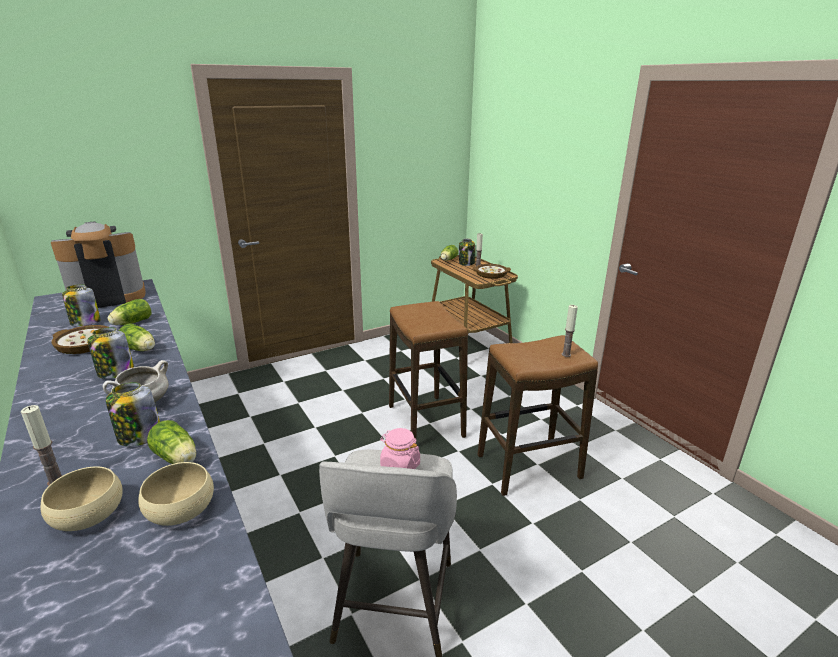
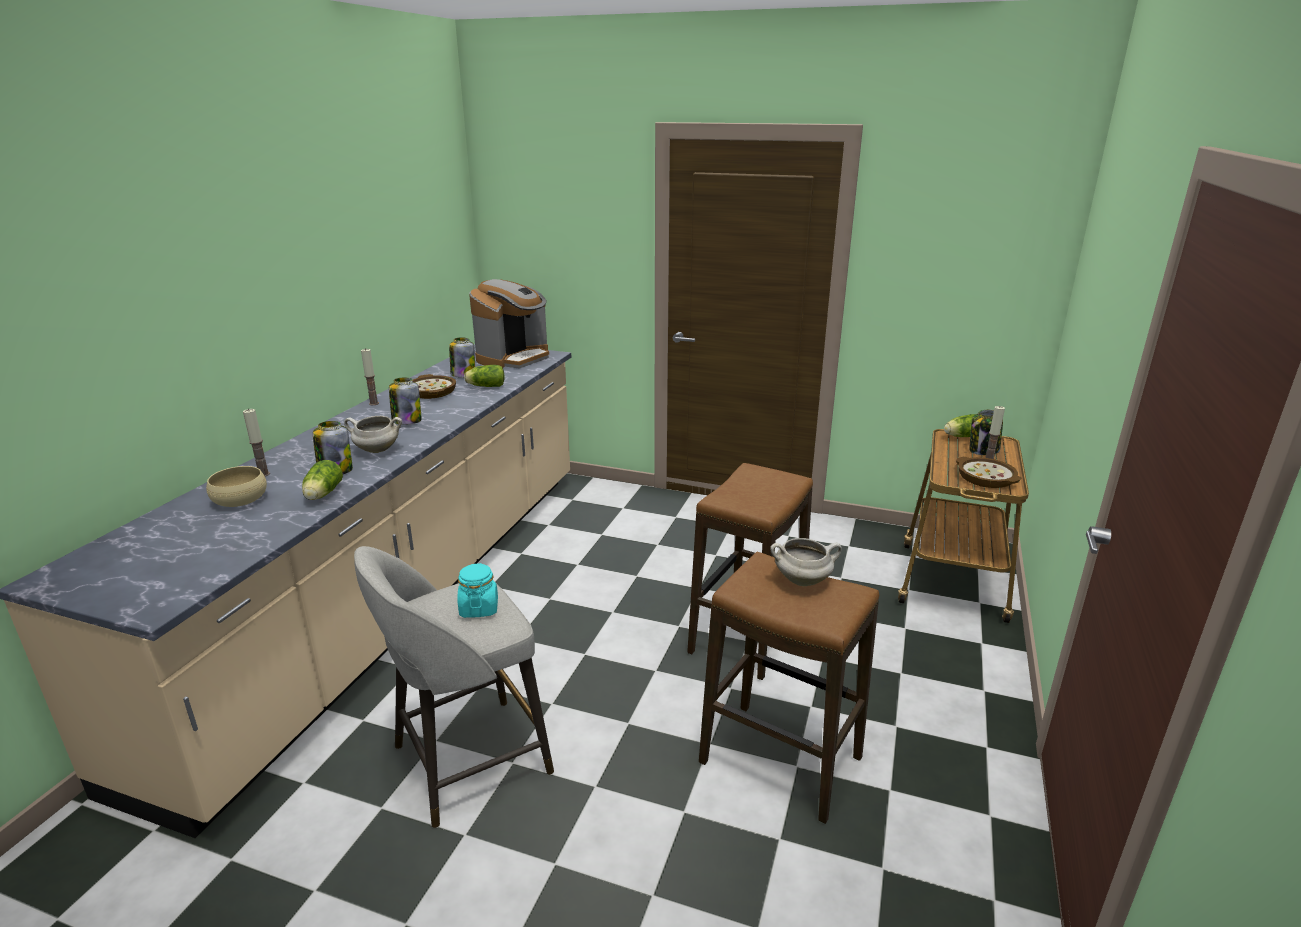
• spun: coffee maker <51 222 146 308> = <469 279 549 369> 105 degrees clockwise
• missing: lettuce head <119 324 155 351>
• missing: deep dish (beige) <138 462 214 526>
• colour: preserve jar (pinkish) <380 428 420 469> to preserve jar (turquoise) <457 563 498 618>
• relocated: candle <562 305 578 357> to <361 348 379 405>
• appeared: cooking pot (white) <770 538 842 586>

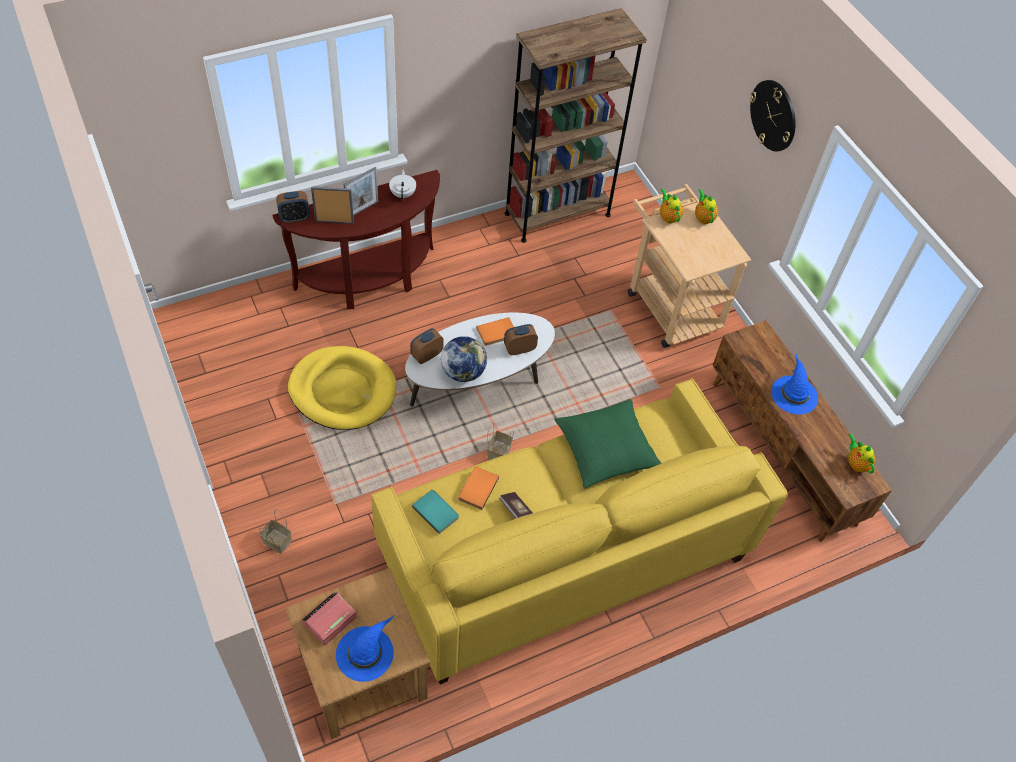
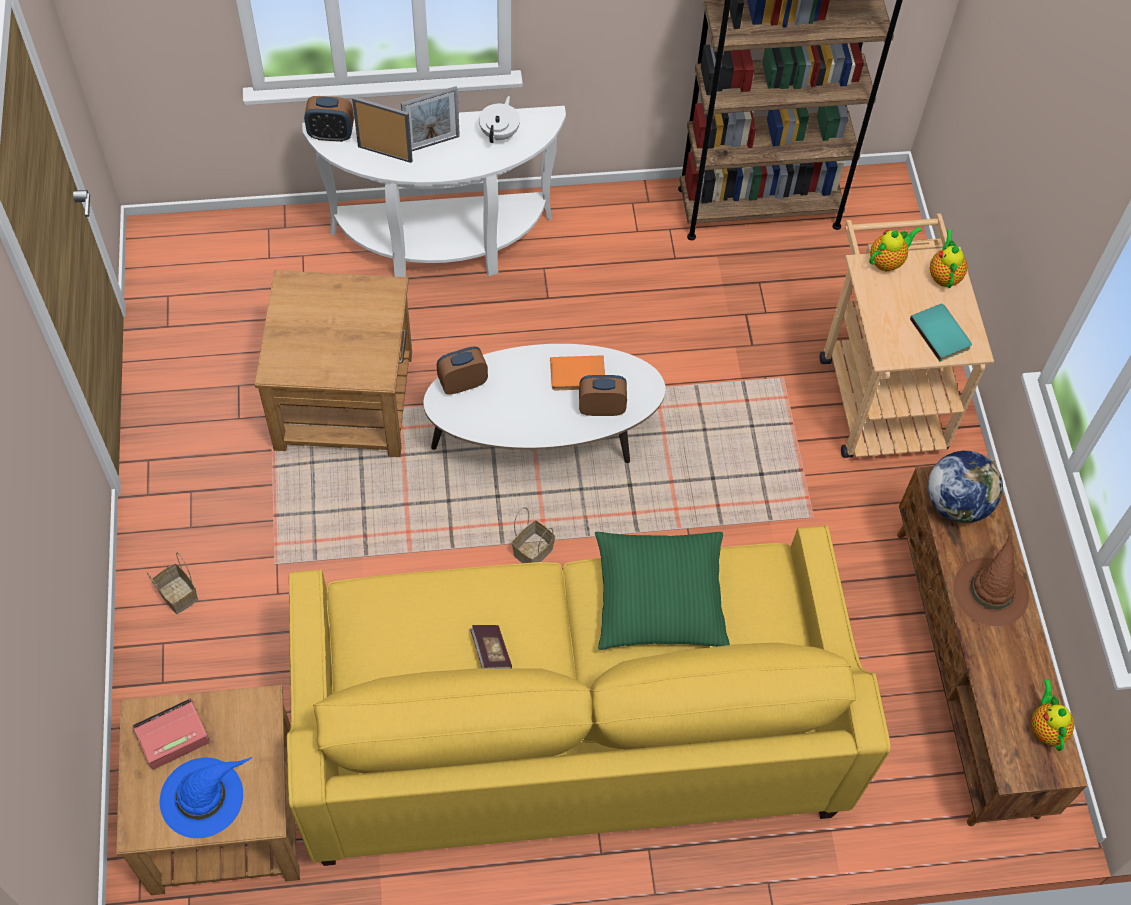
• colour: hall table (brownish) <272 170 440 309> to hall table (white) <302 106 566 277>
• exchanged: dog cushion (yellowish) <288 346 396 430> to accent table (brownish) <255 270 412 457>
• relocated: bound book (turquoise) <412 490 459 534> to <910 304 972 362>
• relocated: world globe <441 336 487 382> to <928 451 1003 523>
• missing: bound book (orange) <458 466 499 510>
• spun: pot for tea <660 189 683 223> = <869 226 922 271> 60 degrees clockwise
• missing: wall clock <750 80 796 152>
• colour: clothing hat (bluish) <771 354 818 414> to clothing hat (brownish) <953 530 1029 626>

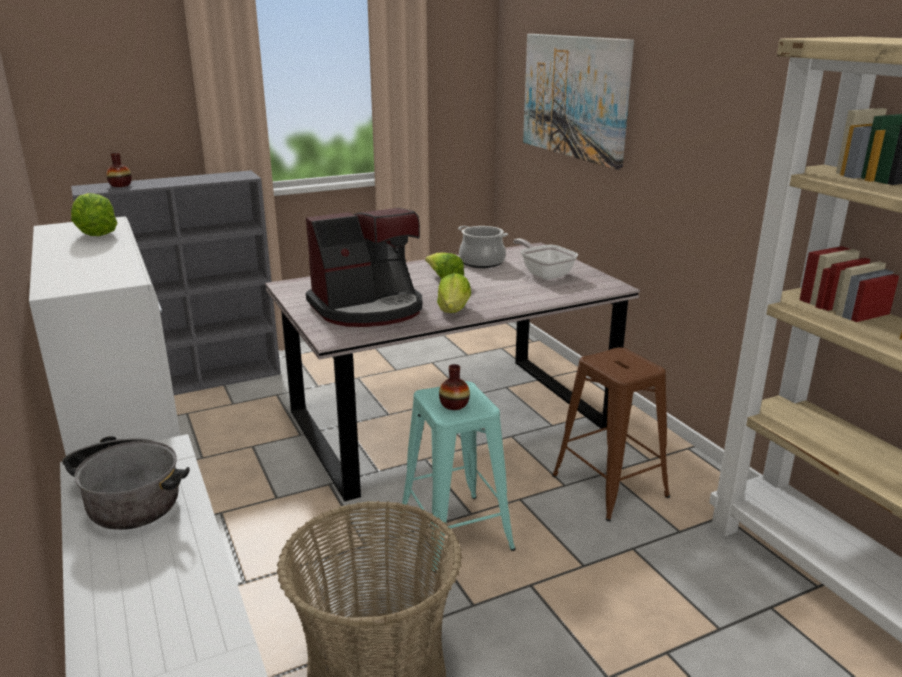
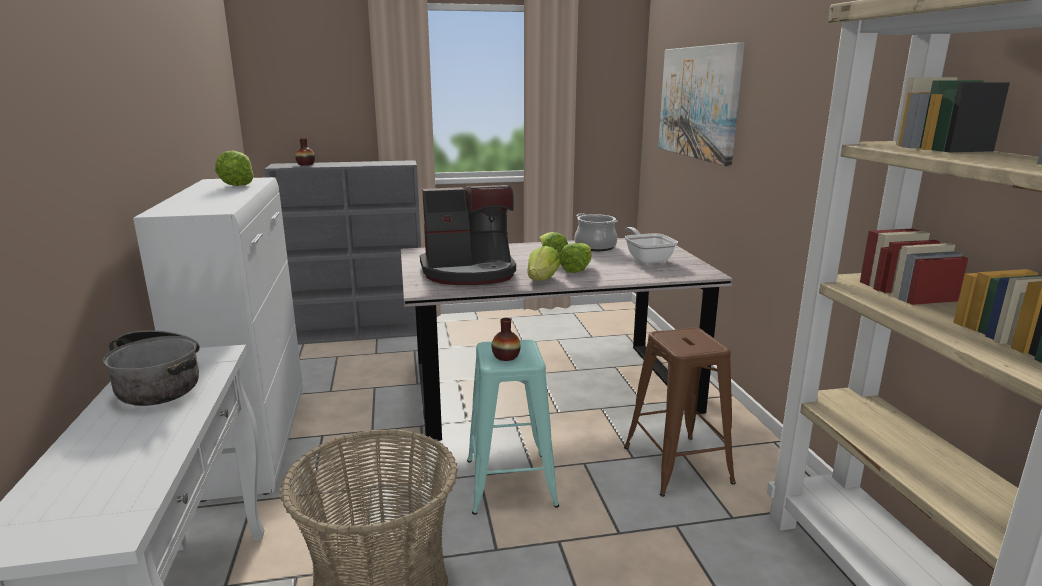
• appeared: lettuce head <559 243 591 273>

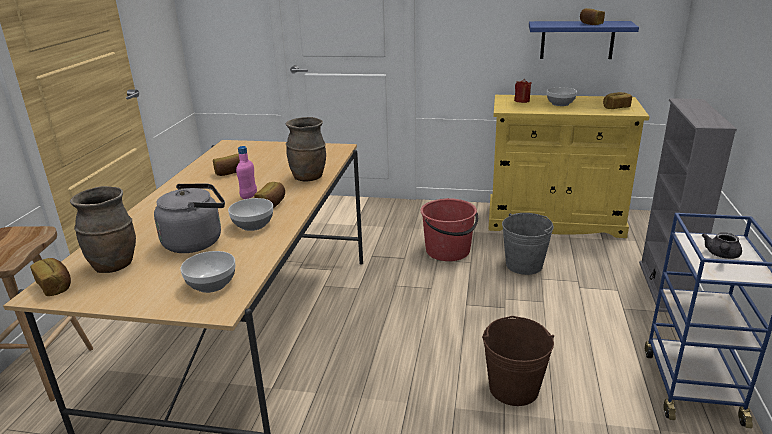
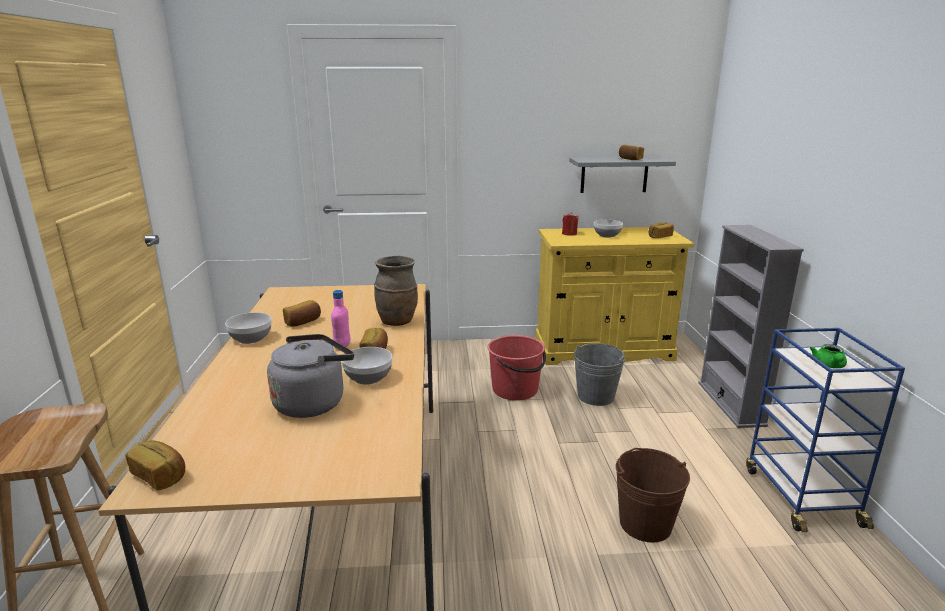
• missing: decorative vase (brownish) <70 186 136 273>
• relocated: deep dish <180 251 236 293> to <225 312 272 344>
• colour: shelf (bluish) <529 21 639 59> to shelf (greyish) <569 157 676 193>
• colour: pot for tea (greyish) <702 232 742 259> to pot for tea (green) <810 344 847 368>

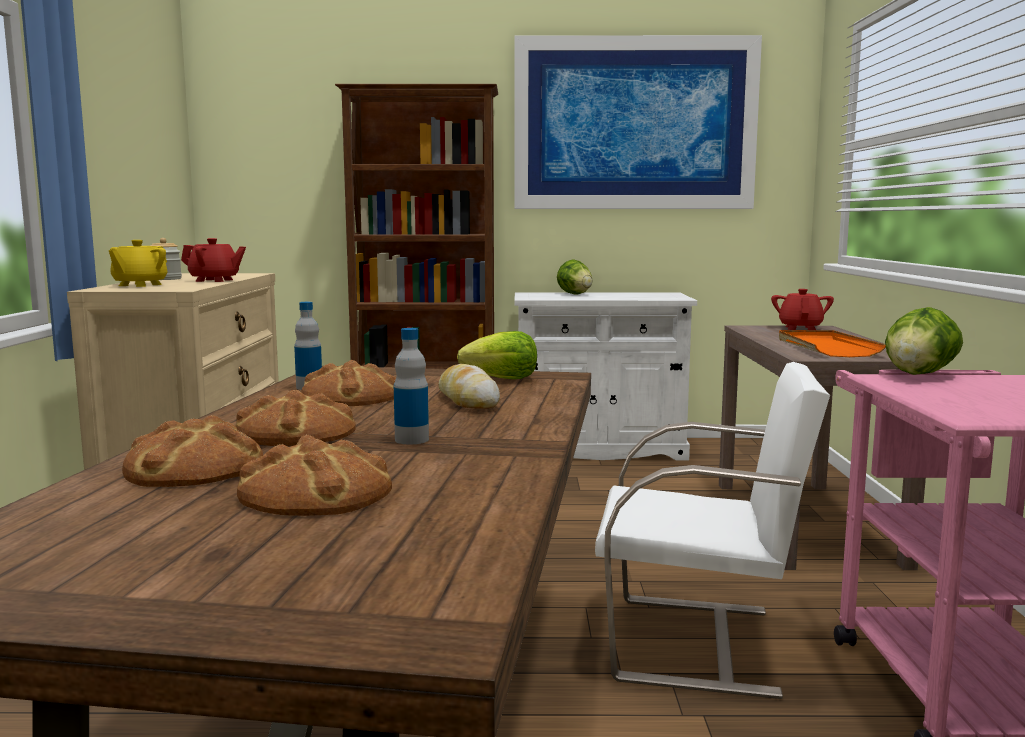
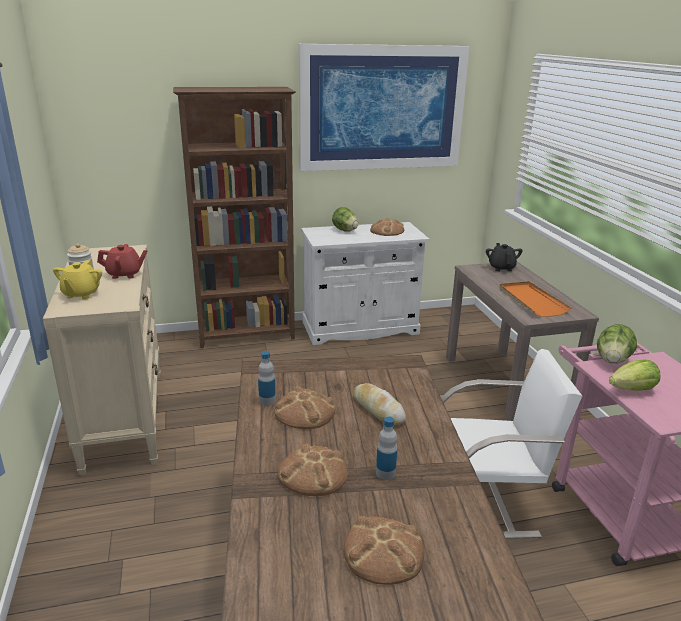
• relocated: bread <122 415 263 487> to <370 217 404 236>
• relocated: lettuce head <457 331 537 379> to <609 360 661 391>
• colour: pot for tea (red) <771 289 834 330> to pot for tea (blackish) <486 243 522 271>

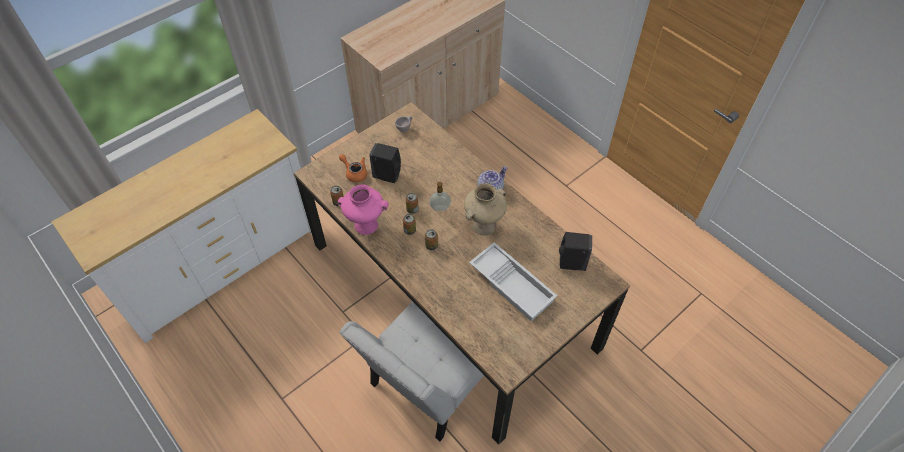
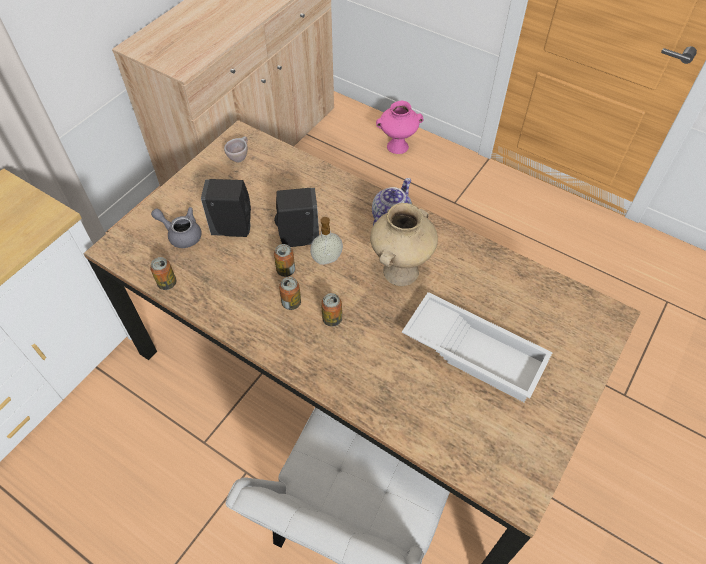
• relocated: decorative vase (pinkish) <337 185 388 235> to <376 100 423 154>
• colour: pot for tea (orange) <339 154 367 182> to pot for tea (greyish) <151 207 202 248>
• relocated: liquid soap bottle (blackish) <559 232 592 271> to <274 188 319 247>

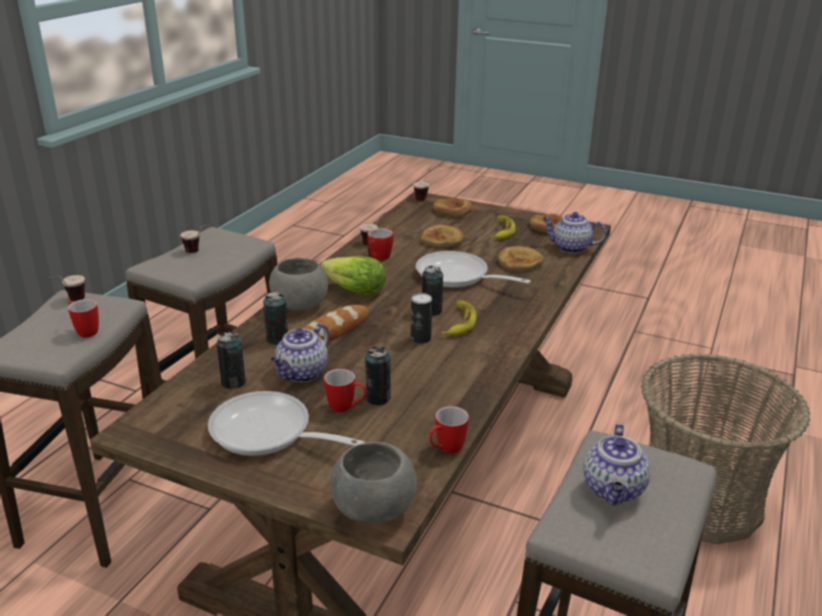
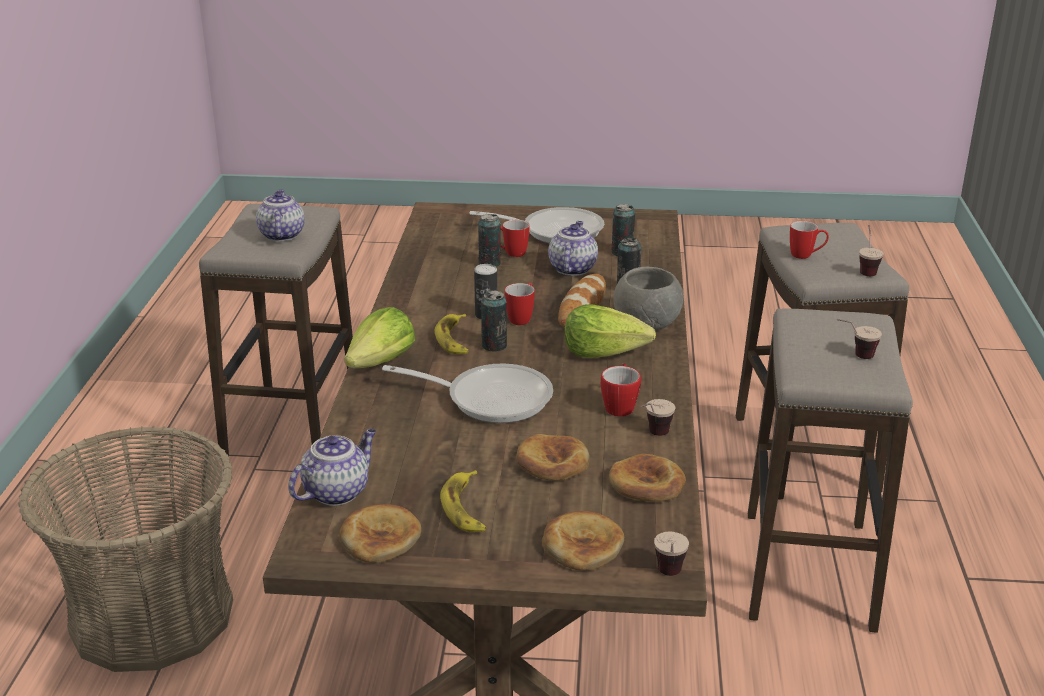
• missing: deep dish (greyish) <330 442 417 524>
• relocated: tea mug <429 406 469 454> to <505 283 535 325>
• relocated: bread <497 246 544 272> to <609 454 686 502>
• spun: pot for tea <542 212 607 253> = <288 429 376 506> 45 degrees counterclockwise
• appeared: lettuce head <344 307 415 368>

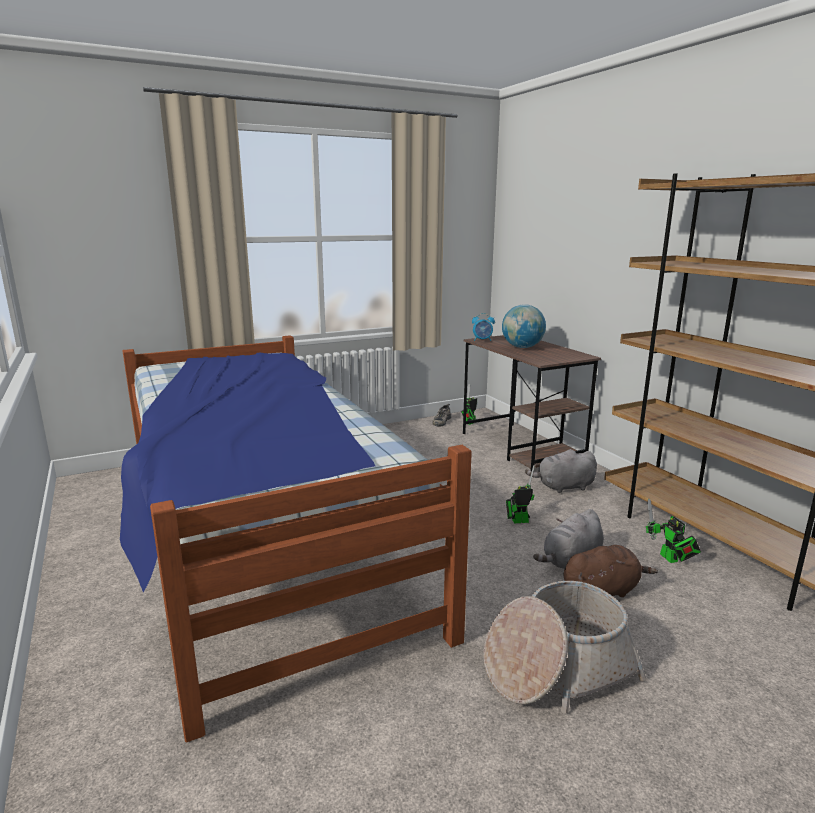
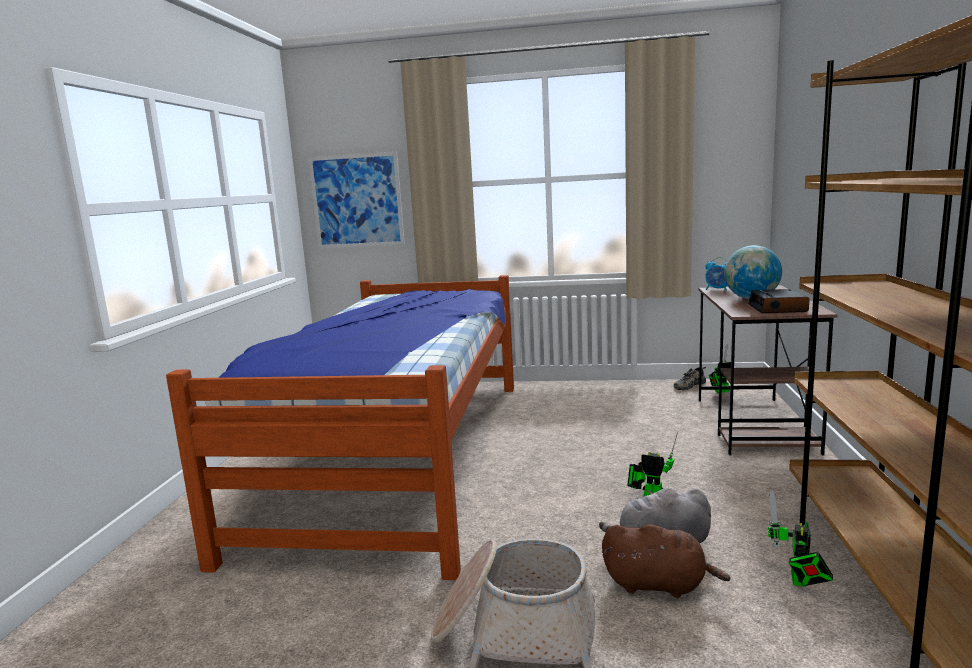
• missing: cuddly toy (greyish) <525 449 597 493>
• appeared: wall art <308 152 405 248>
• appeared: alarm clock <748 289 809 313>

